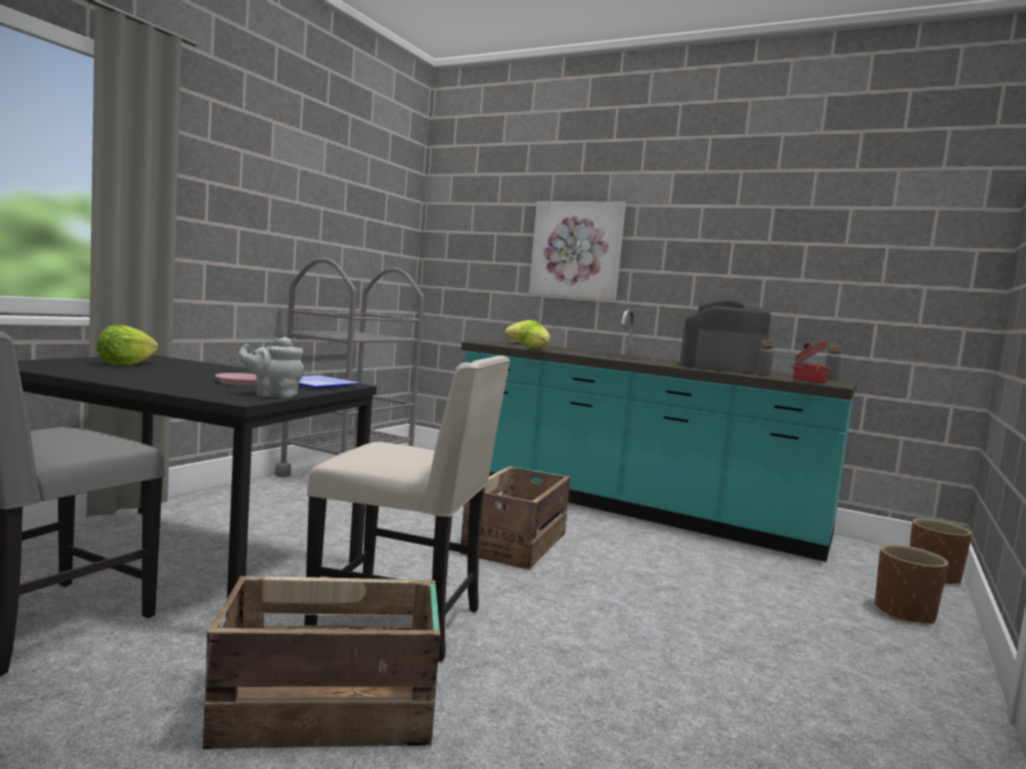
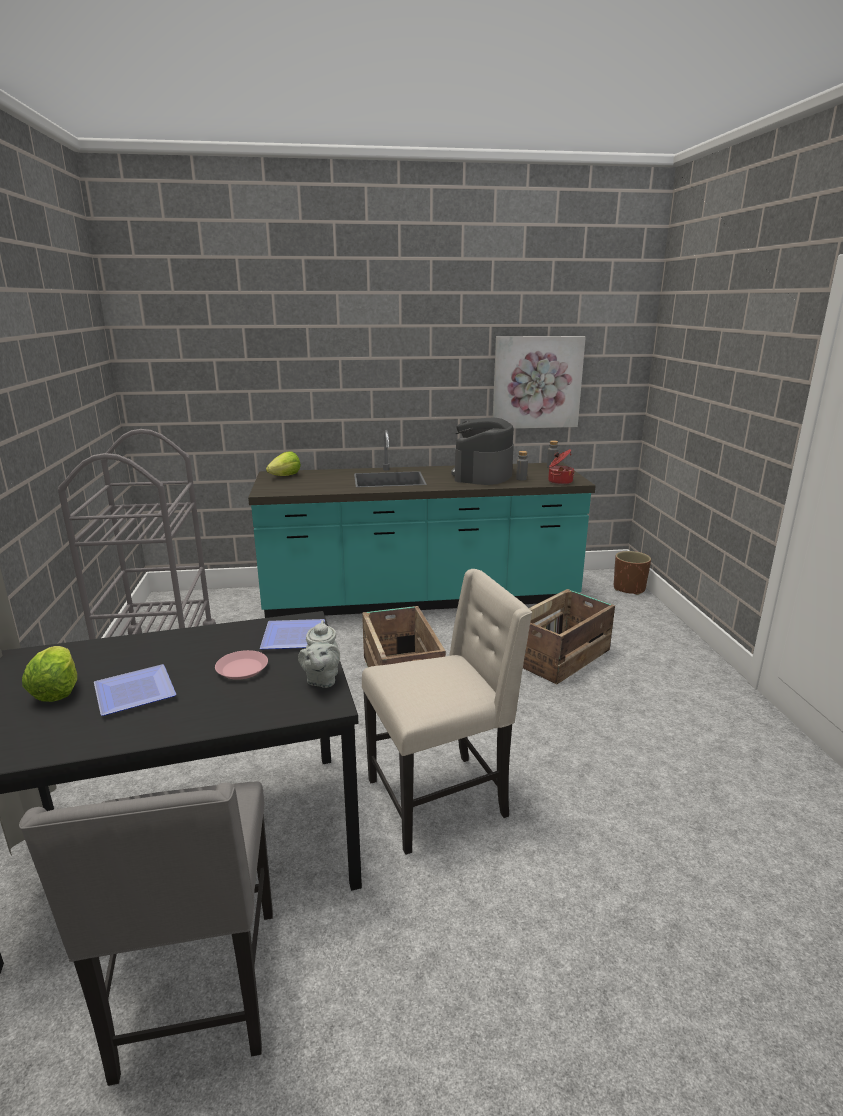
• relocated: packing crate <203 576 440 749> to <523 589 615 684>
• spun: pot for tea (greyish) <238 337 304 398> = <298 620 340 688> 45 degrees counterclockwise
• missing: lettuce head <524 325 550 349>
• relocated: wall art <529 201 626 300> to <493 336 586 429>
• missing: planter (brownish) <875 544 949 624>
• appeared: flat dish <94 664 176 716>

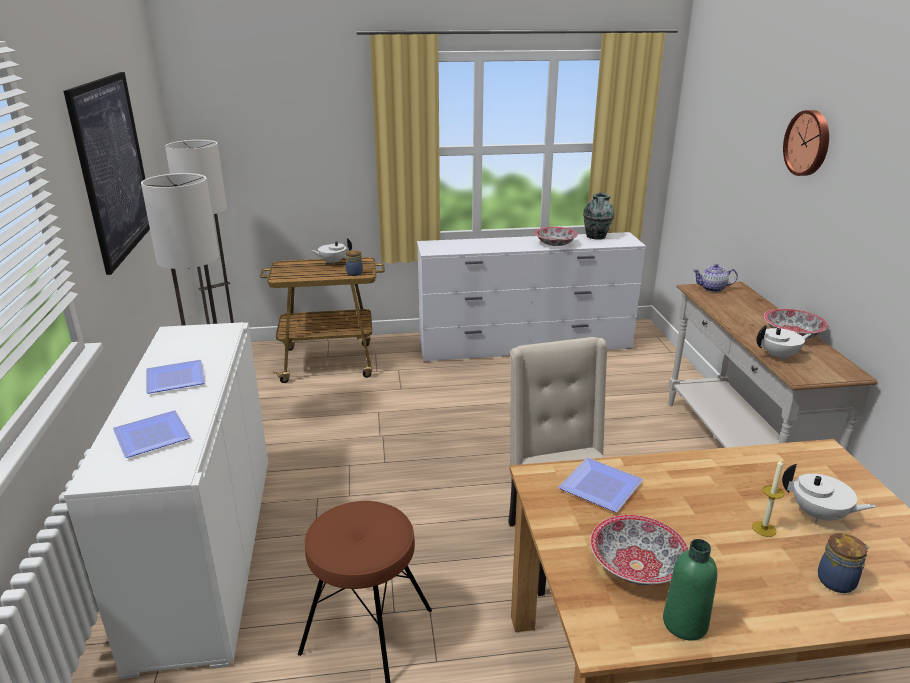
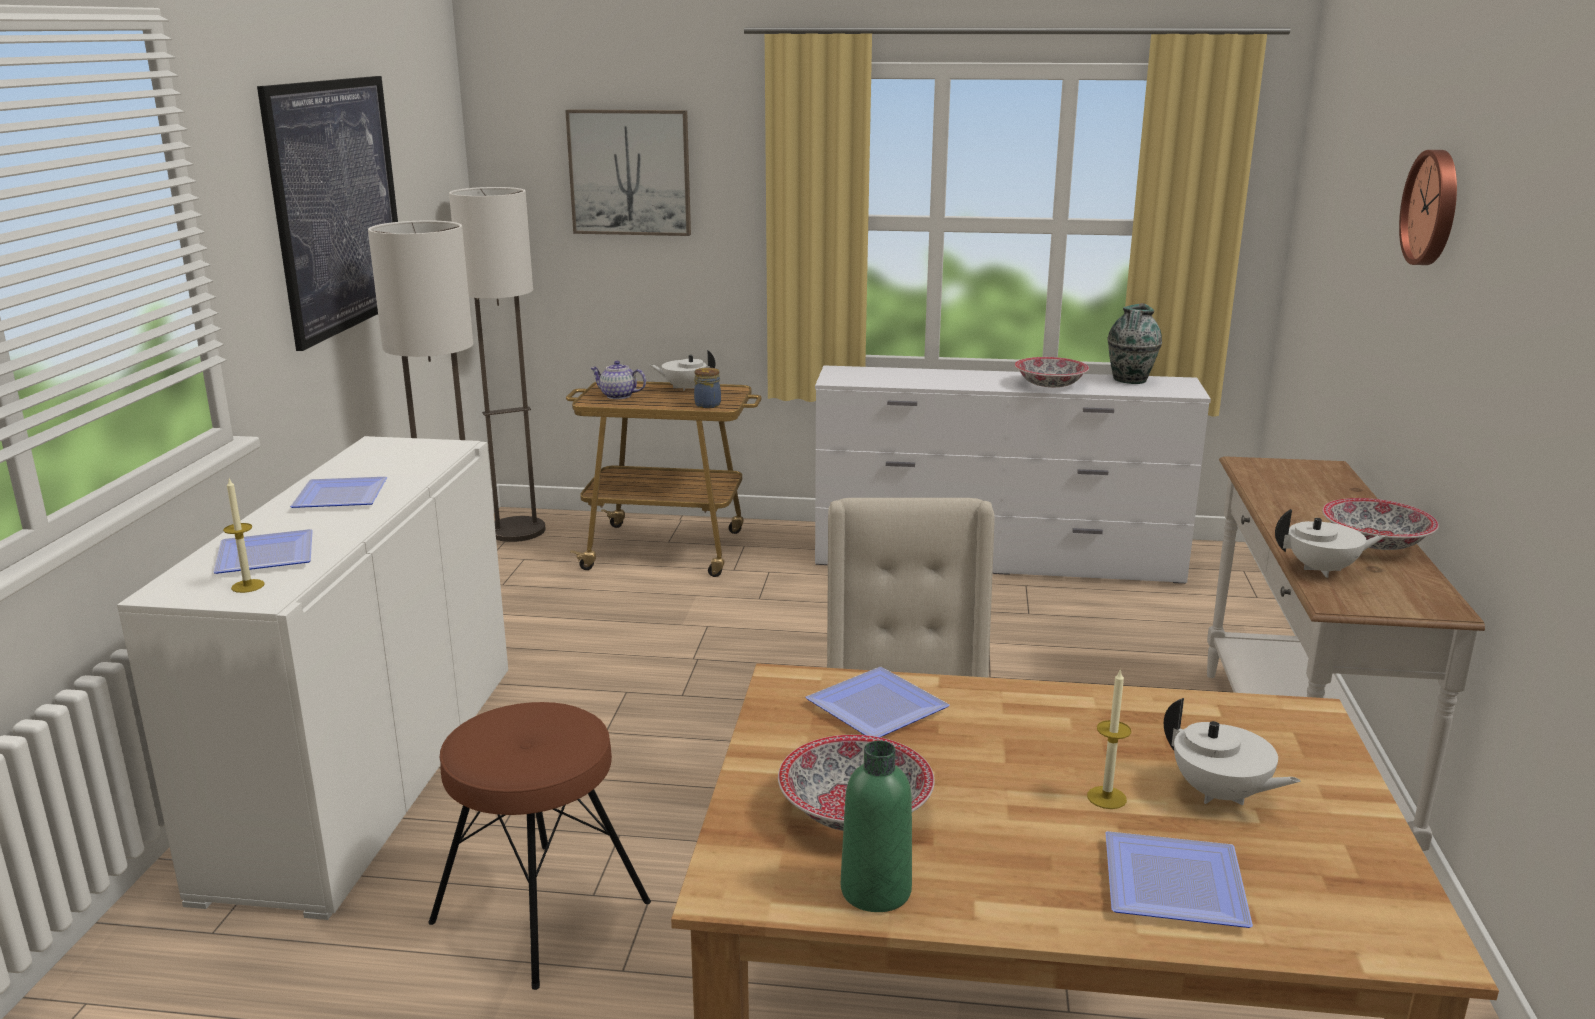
• relocated: pot for tea <693 264 738 292> to <590 361 646 399>
• exchanged: preserve jar <818 533 869 593> to flat dish <1105 831 1253 928>
• appeared: candle <223 479 265 593>
• appeared: wall art <565 109 691 236>

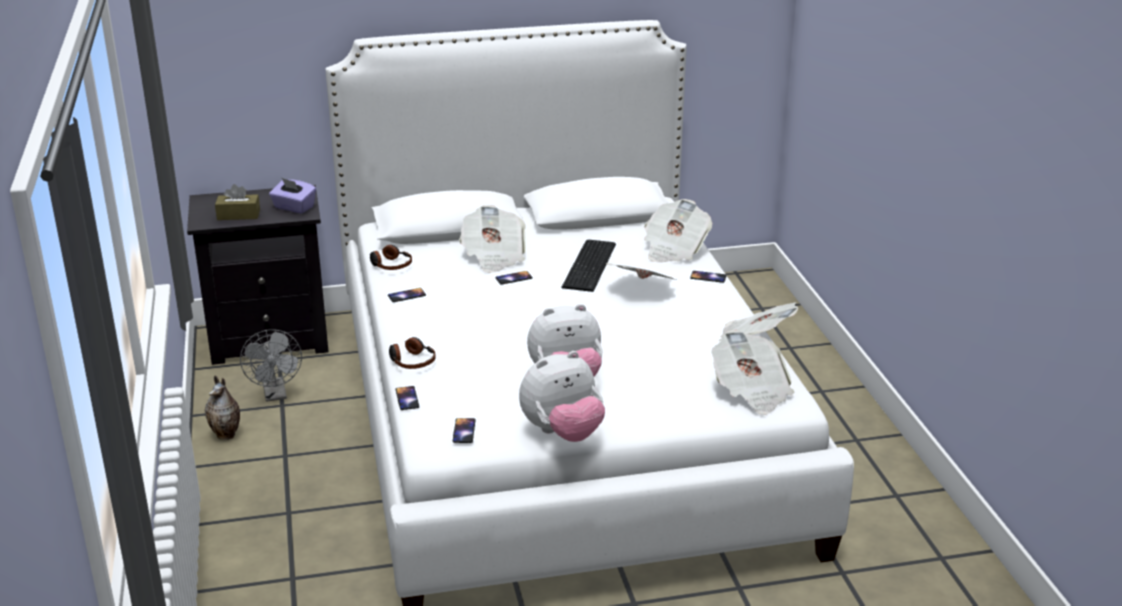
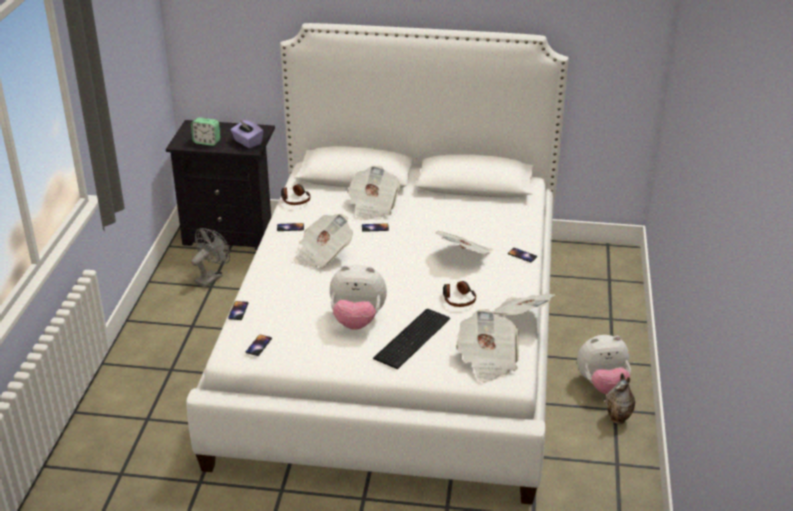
• relocated: decorative vase <205 375 240 440> to <606 373 635 424>
• exchanged: tissue holder (brownish) <215 184 260 220> to alarm clock <191 117 220 146>
• spun: electric fan (greyish) <240 329 302 402> = <191 228 230 288> 150 degrees counterclockwise
• relocated: headset <389 337 436 369> to <443 281 476 307>
• relocated: cuddly toy <519 351 605 442> to <577 335 631 395>
• relocated: keyboard <561 240 616 292> to <373 309 450 369>
• relocated: daily paper <644 199 712 263> to <294 214 353 269>

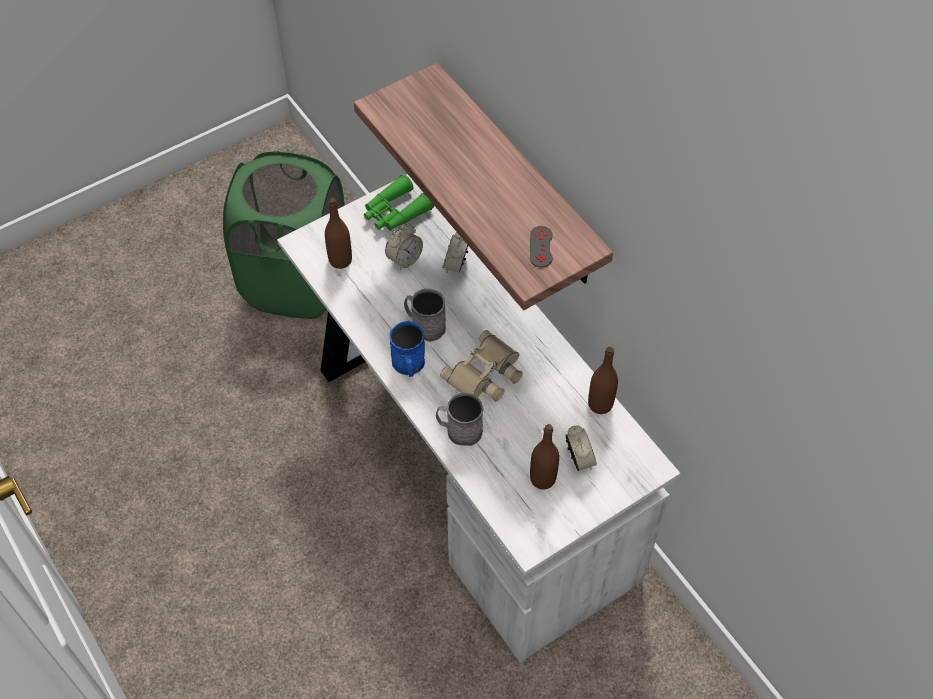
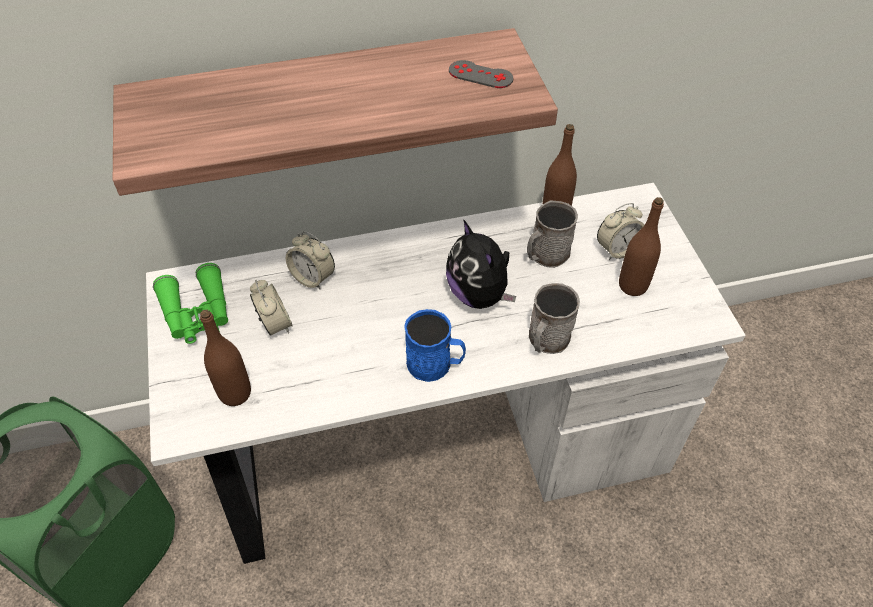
• relocated: tea mug (greyish) <404 288 446 342> to <527 200 578 268>
• exchanged: pair of binoculars (beige) <440 330 523 402> to cuddly toy <446 219 516 309>
• spun: alarm clock <565 426 597 471> = <597 203 645 260> 150 degrees clockwise

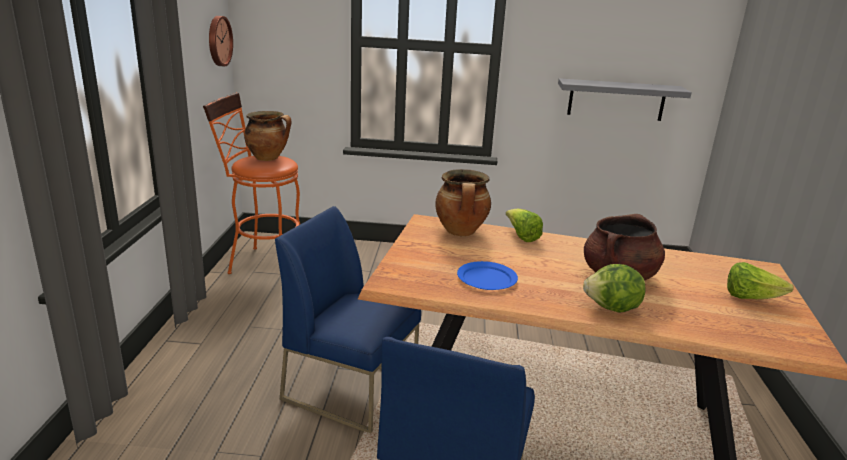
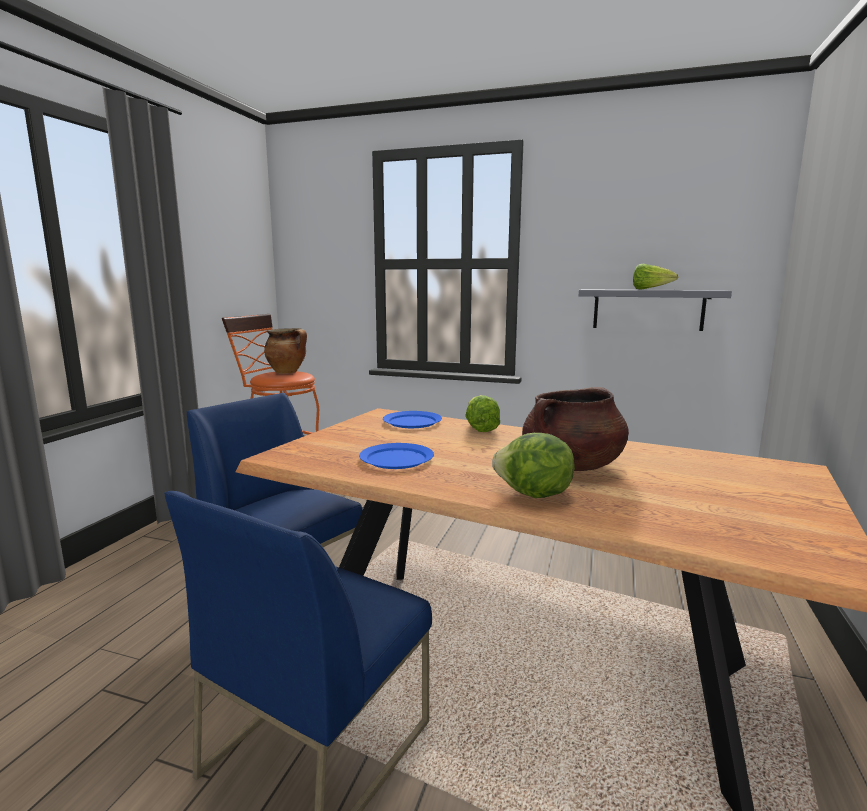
• missing: wall clock <209 16 233 66>
• exchanged: cooking pot <435 169 491 236> to flat dish (bluish) <383 411 442 428>
• relocated: lettuce head <727 262 794 299> to <633 264 678 290>

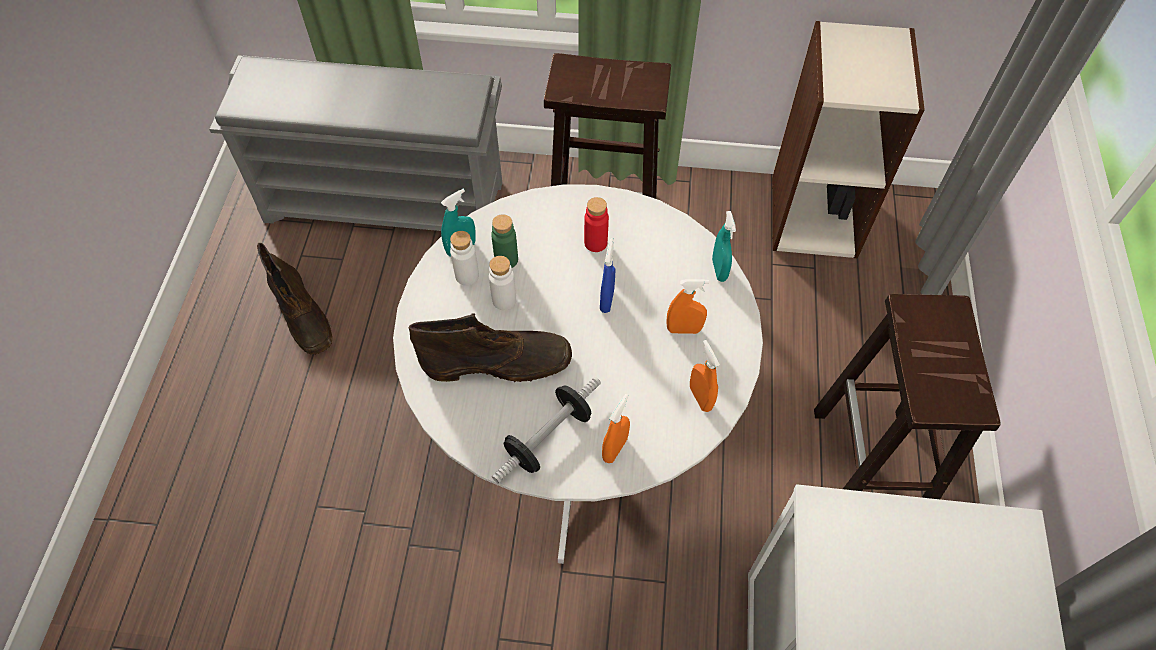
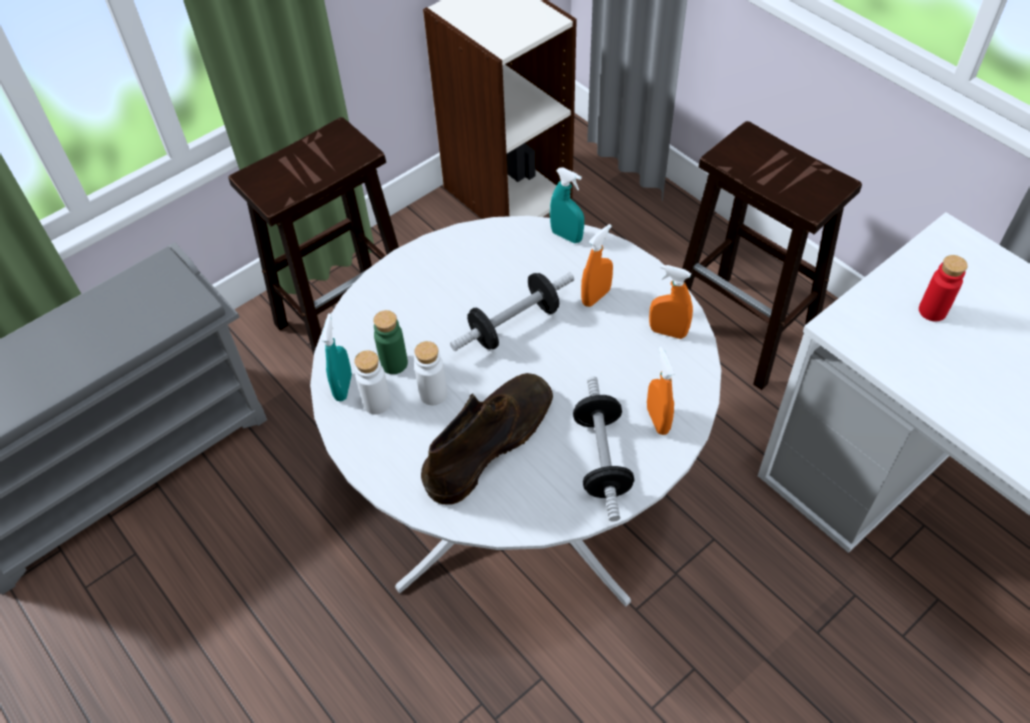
• missing: high-top boot (brownish) <257 243 332 355>
• relocated: drink bottle (red) <584 197 609 252> to <919 255 968 321>
• exchanged: hand sprayer (bluish) <600 238 615 313> to hand weight <450 272 574 351>

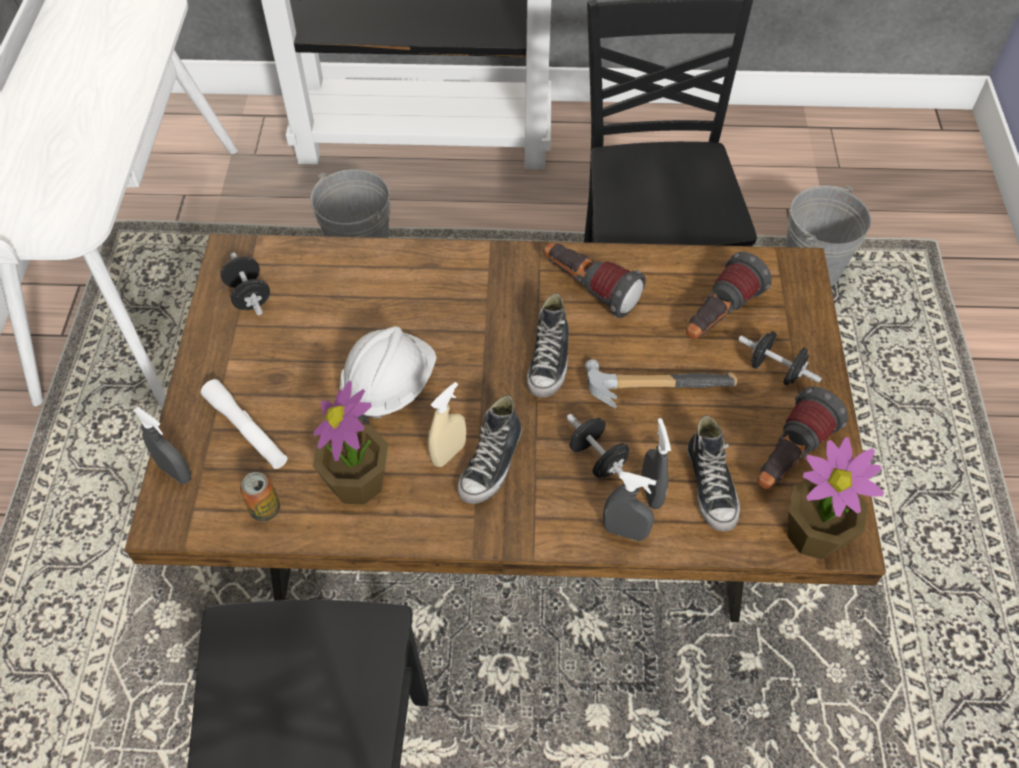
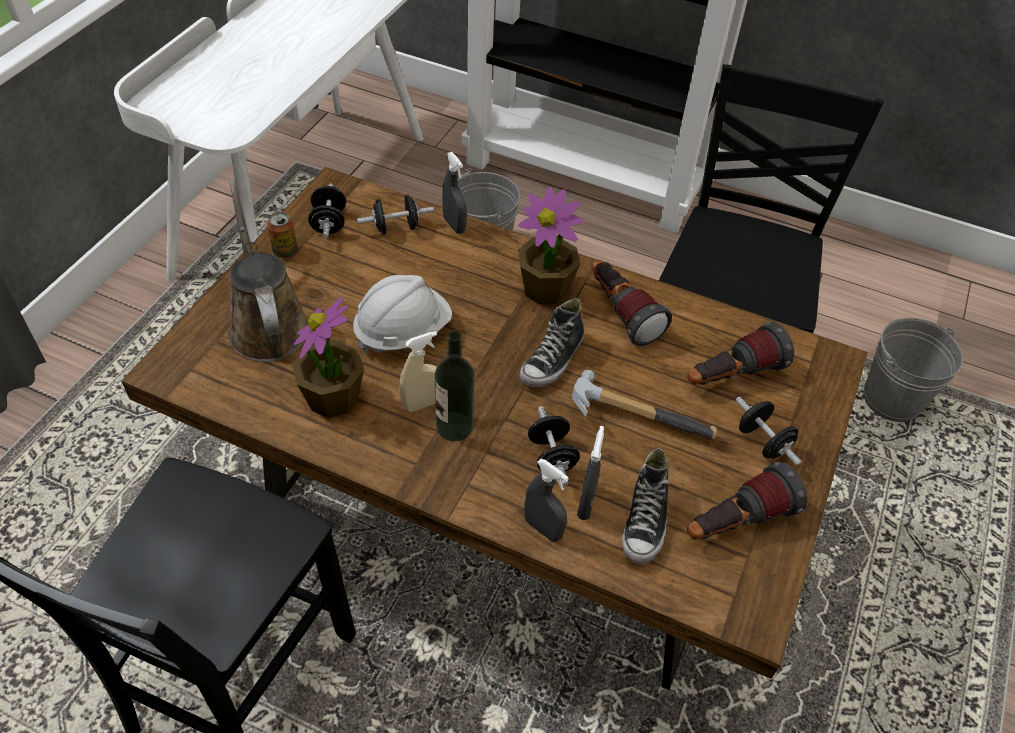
• relocated: hand sprayer (greyish) <133 406 191 484> to <442 152 467 234>
• exchanged: torch (white) <201 379 287 469> to watering can (brownish) <228 179 309 362>
• relocated: sealed can <240 472 280 521> to <267 212 298 258>
• exchanged: shoe <458 395 522 504> to drink bottle <434 331 475 441>
• relocated: houseplant <787 437 884 559> to <518 187 584 305>
• appeared: hand weight (blackish) <357 195 434 235>

